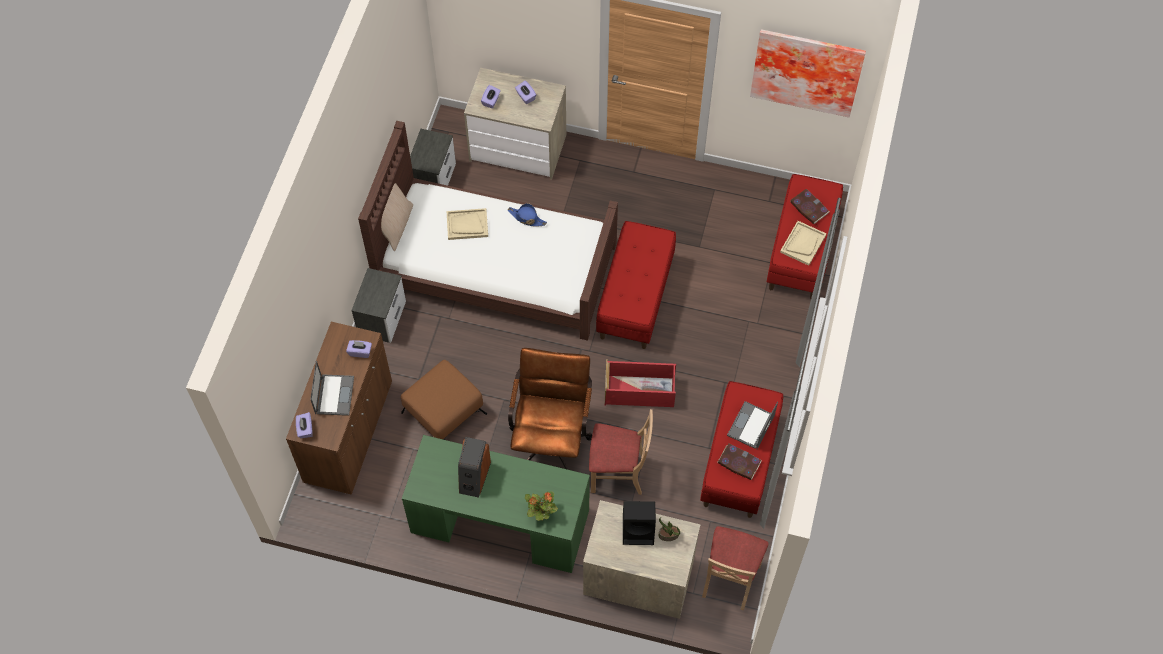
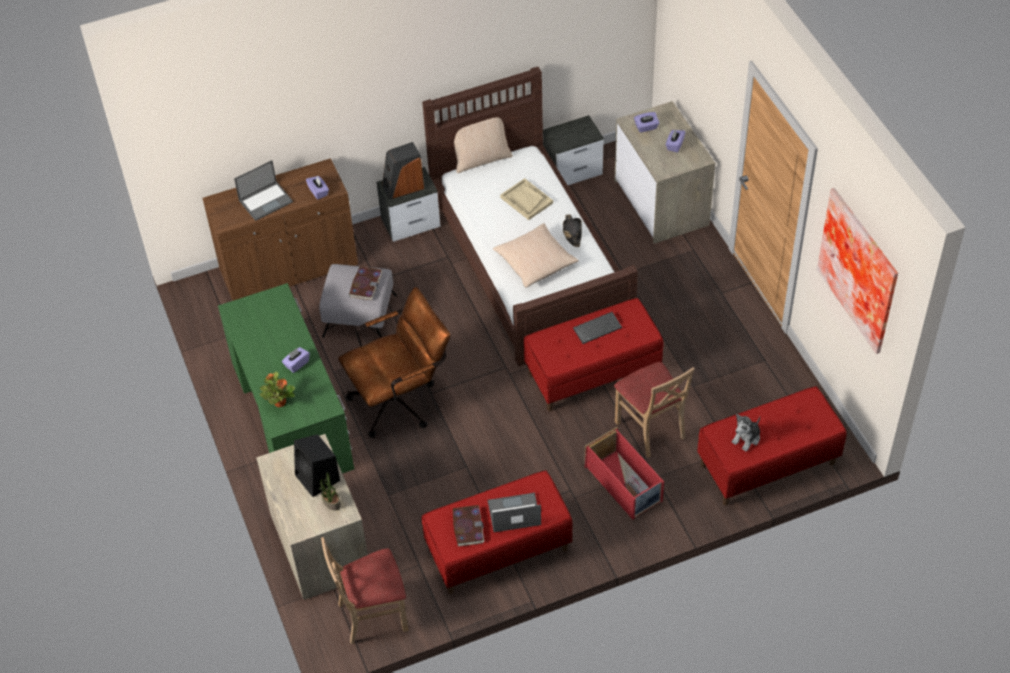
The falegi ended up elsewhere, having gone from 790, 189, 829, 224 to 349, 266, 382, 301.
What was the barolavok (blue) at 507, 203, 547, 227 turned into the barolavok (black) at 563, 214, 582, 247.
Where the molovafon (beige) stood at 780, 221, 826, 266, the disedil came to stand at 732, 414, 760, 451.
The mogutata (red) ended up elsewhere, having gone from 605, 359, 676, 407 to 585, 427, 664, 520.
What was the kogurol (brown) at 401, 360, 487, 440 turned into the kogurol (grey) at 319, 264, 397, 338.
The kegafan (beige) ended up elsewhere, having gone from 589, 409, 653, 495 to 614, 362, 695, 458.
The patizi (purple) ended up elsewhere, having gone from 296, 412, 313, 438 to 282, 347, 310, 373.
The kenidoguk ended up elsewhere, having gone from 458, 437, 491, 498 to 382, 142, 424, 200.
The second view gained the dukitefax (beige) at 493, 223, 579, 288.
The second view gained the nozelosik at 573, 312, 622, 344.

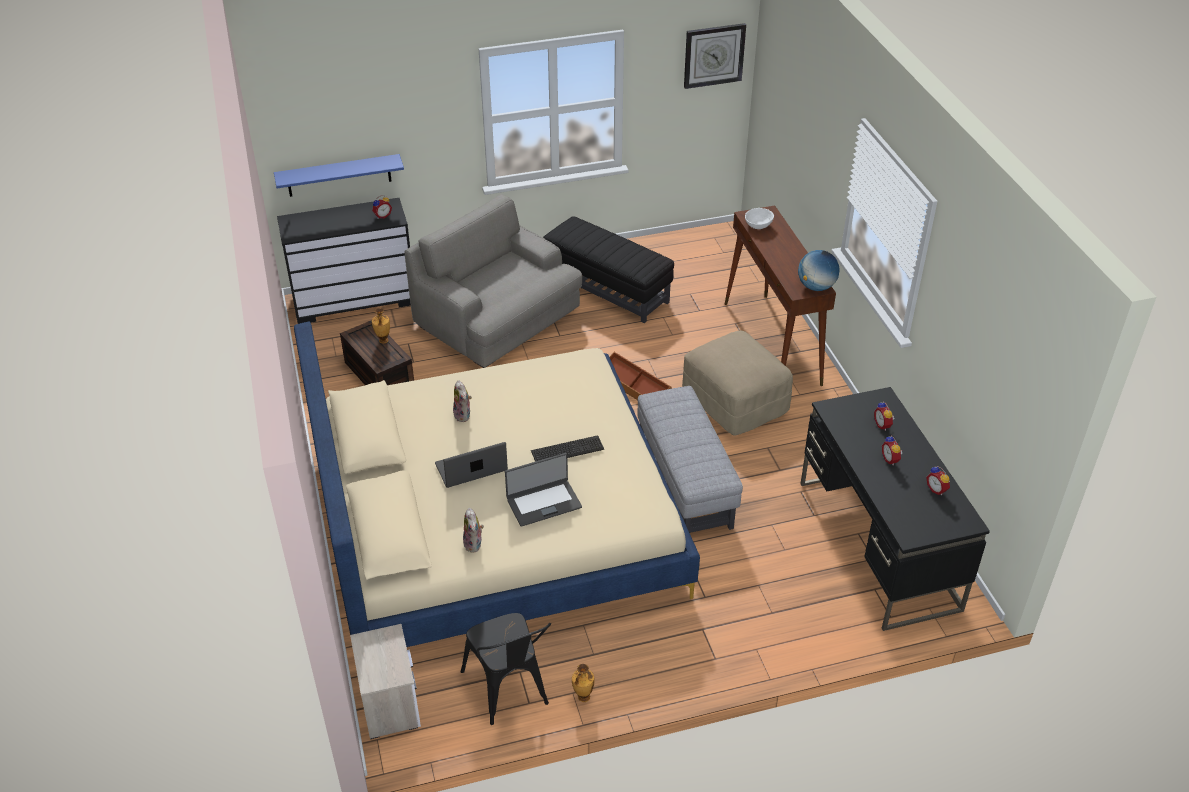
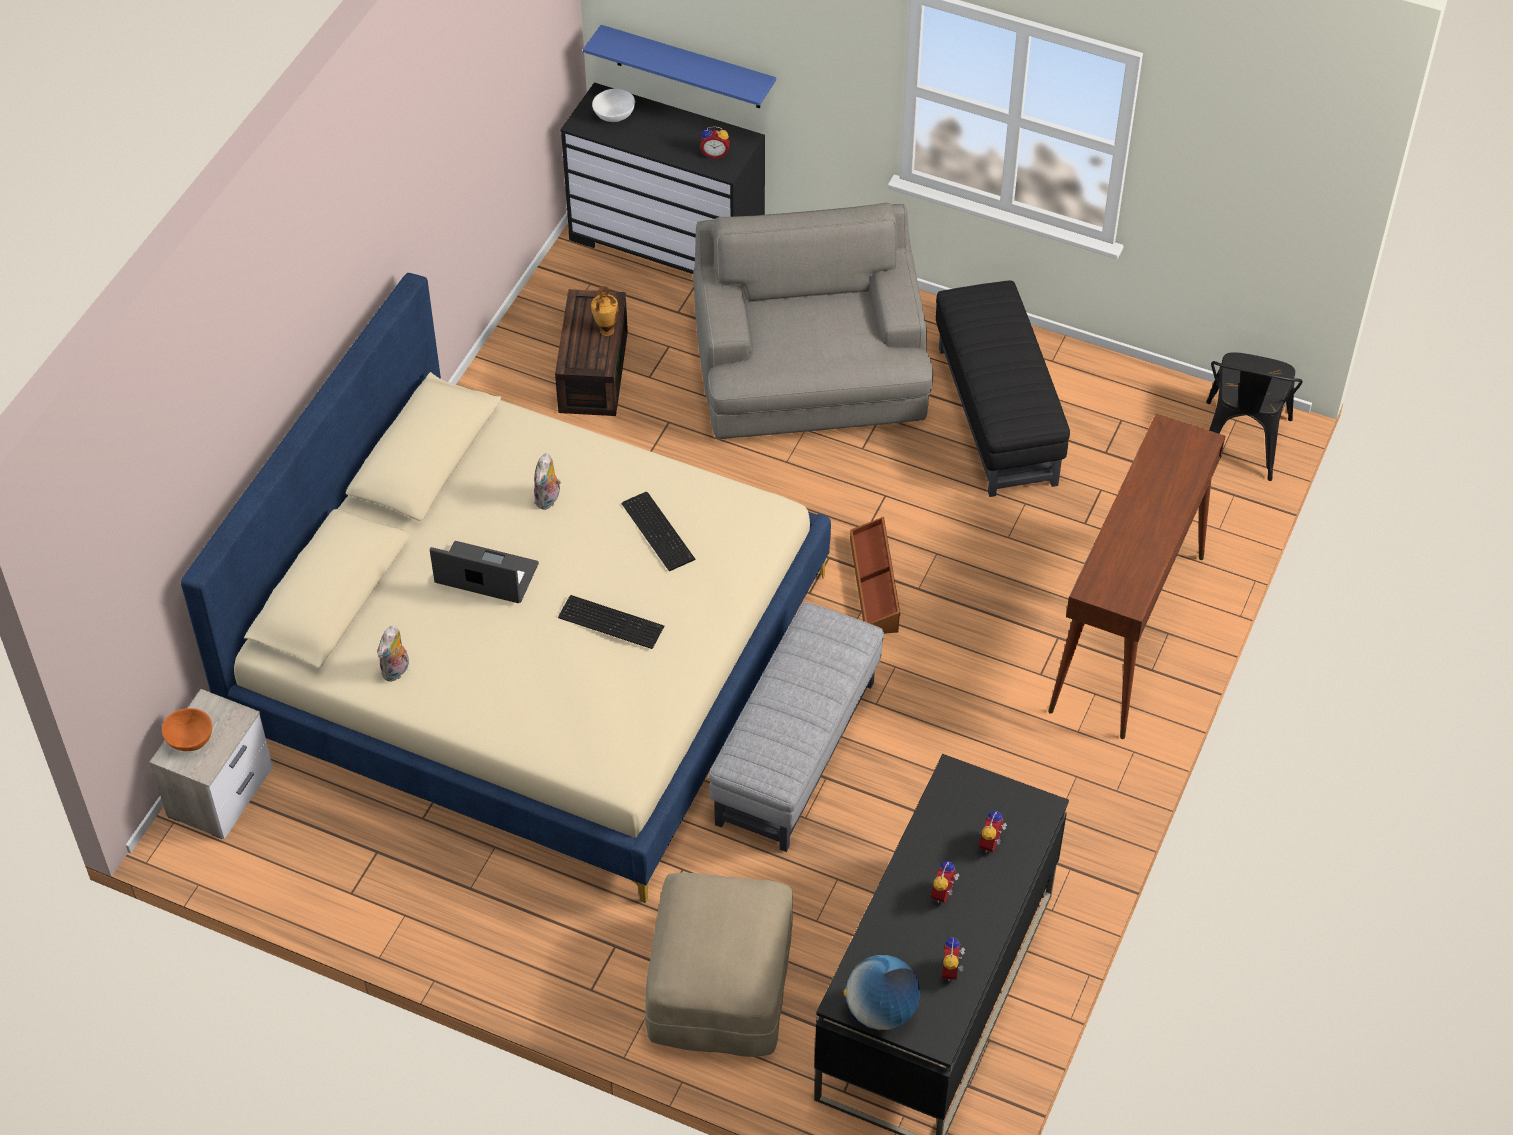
The second view lost the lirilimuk at 684, 23, 746, 89.
The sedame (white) ended up elsewhere, having gone from 745, 208, 774, 229 to 592, 89, 635, 122.
The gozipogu ended up elsewhere, having gone from 798, 250, 840, 291 to 843, 955, 920, 1030.
The kogurol (beige) ended up elsewhere, having gone from 682, 331, 793, 436 to 645, 873, 793, 1057.
The second view lost the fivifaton at 505, 453, 582, 527.
The kegafan (black) ended up elsewhere, having gone from 461, 613, 551, 725 to 1206, 352, 1303, 481.
The second view lost the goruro at 572, 664, 594, 702.
The second view gained the nozelosik at 621, 492, 695, 571.
The second view gained the sedame (orange) at 162, 708, 212, 751.

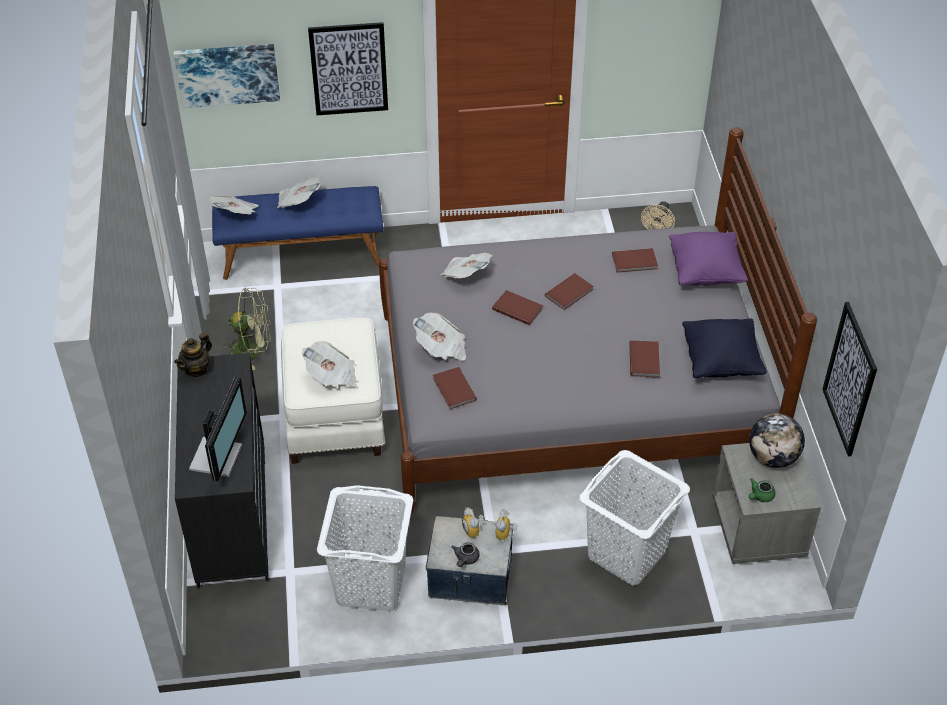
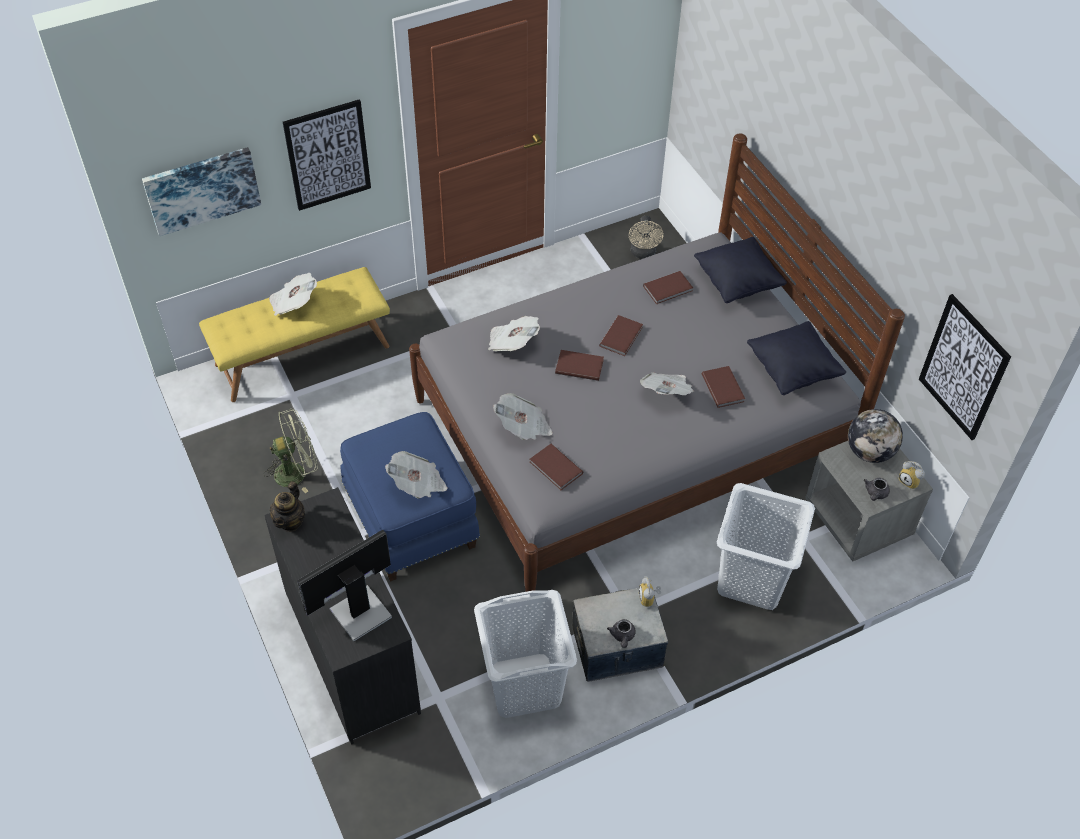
What was the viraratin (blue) at 212, 186, 383, 280 turned into the viraratin (yellow) at 199, 267, 390, 402.
The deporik ended up elsewhere, having gone from 208, 196, 259, 215 to 640, 372, 694, 395.
What was the dukitefax (purple) at 669, 232, 748, 286 turned into the dukitefax (black) at 694, 237, 787, 303.
What was the kogurol (white) at 281, 318, 385, 464 turned into the kogurol (blue) at 340, 412, 480, 582.
The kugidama at 189, 377, 247, 481 ended up facing another way, 120 degrees counterclockwise from before.
What was the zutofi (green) at 749, 478, 776, 502 turned into the zutofi (grey) at 864, 478, 890, 501.
The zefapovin ended up elsewhere, having gone from 462, 507, 484, 537 to 899, 461, 925, 489.

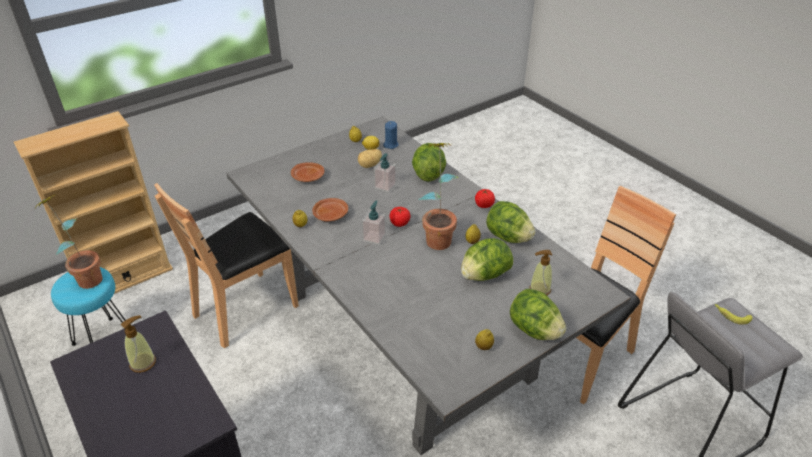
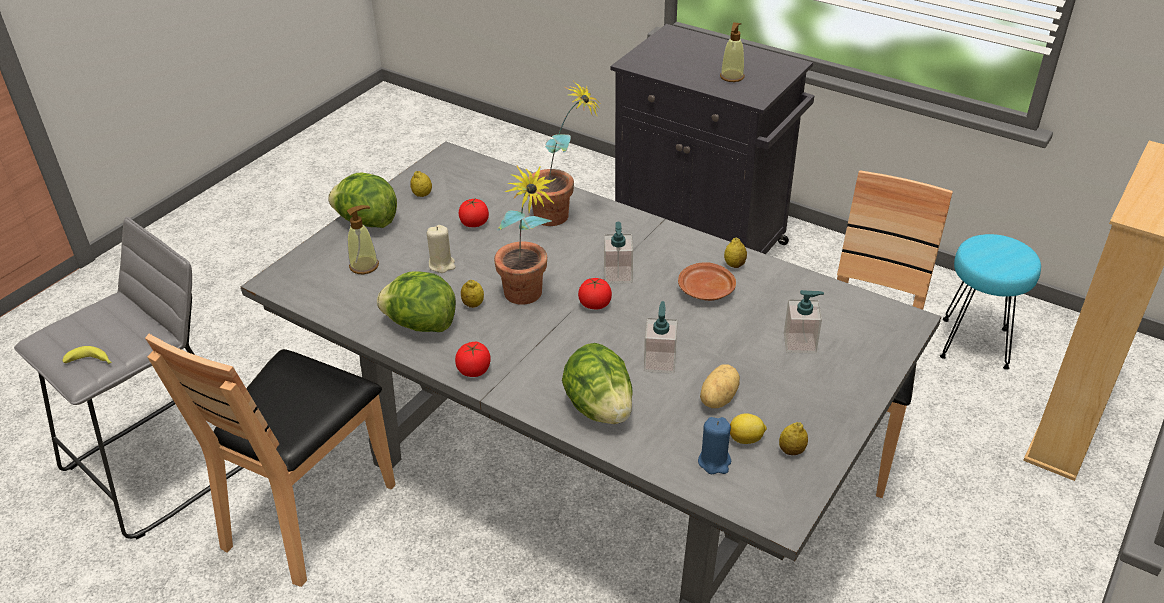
Where the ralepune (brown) stood at 291, 162, 324, 182, the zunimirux came to stand at 784, 290, 824, 353.
The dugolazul ended up elsewhere, having gone from 32, 195, 102, 289 to 526, 81, 600, 226.
Where the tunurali stood at 461, 238, 513, 281, the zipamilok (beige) came to stand at 427, 225, 456, 273.
The second view gained the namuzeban at 459, 199, 489, 227.

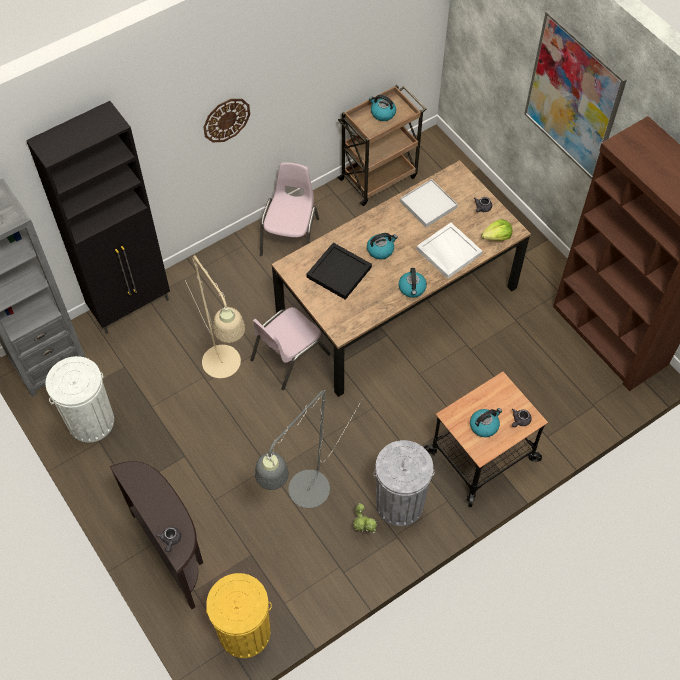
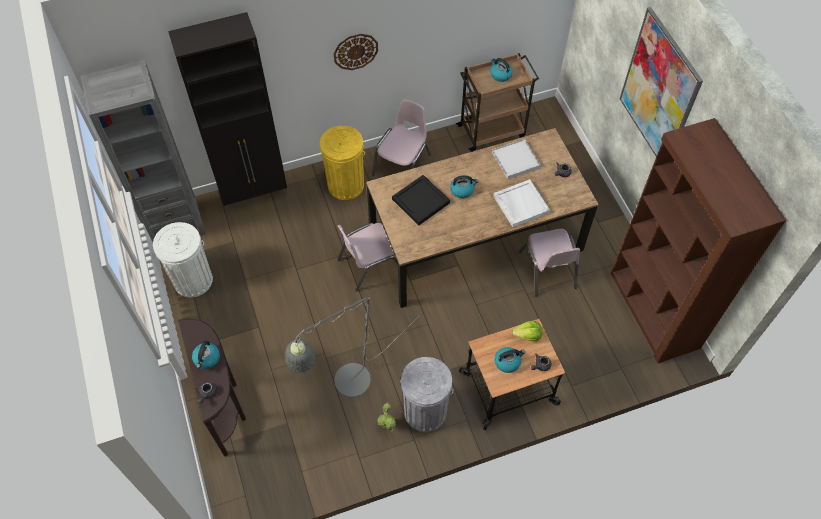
The tunurali ended up elsewhere, having gone from 482, 219, 512, 241 to 512, 321, 543, 341.
The second view lost the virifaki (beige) at 185, 255, 245, 378.
The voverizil ended up elsewhere, having gone from 398, 268, 427, 298 to 192, 340, 220, 369.
The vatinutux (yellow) ended up elsewhere, having gone from 206, 573, 272, 658 to 320, 125, 365, 200.
The second view gained the kegafan (pink) at 519, 229, 580, 297.

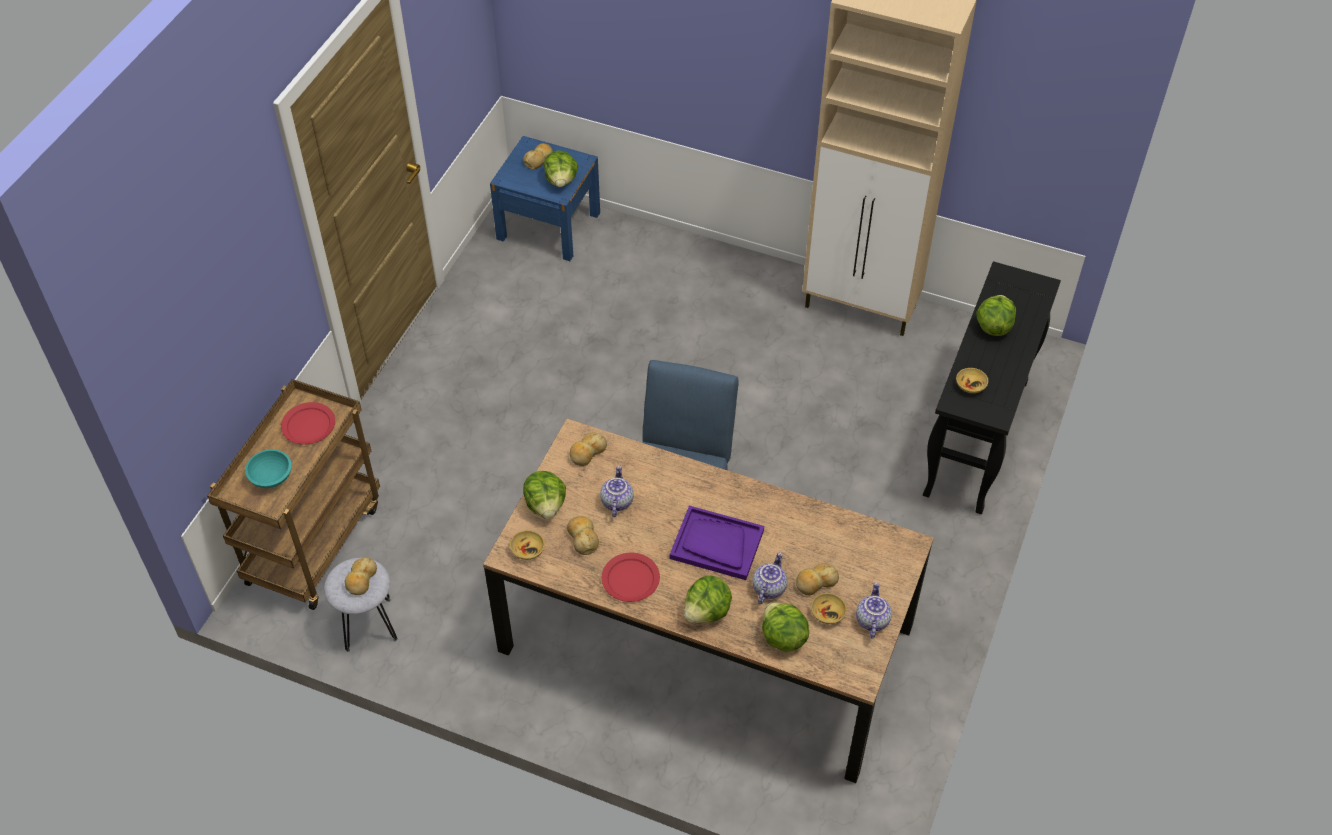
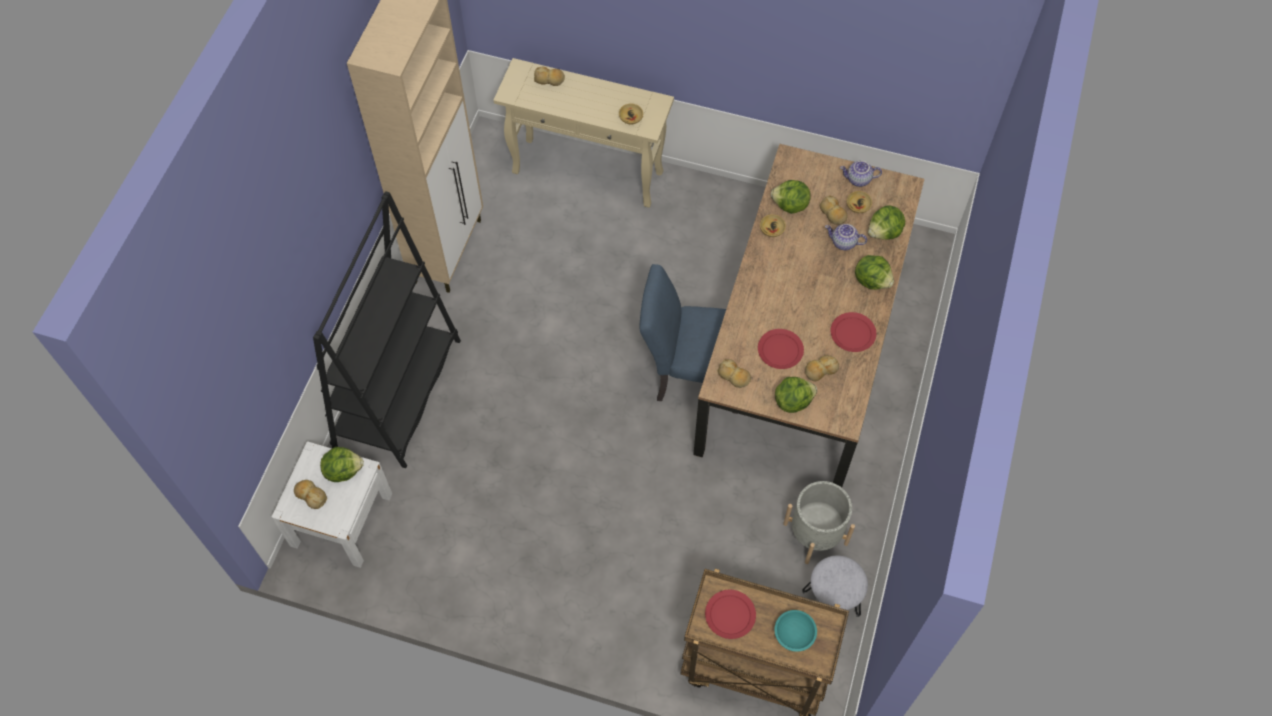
What was the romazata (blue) at 490, 136, 600, 261 turned into the romazata (white) at 271, 441, 392, 568.
What was the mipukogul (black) at 923, 261, 1061, 514 turned into the mipukogul (beige) at 494, 58, 674, 208.
The tunurali ended up elsewhere, having gone from 976, 295, 1016, 336 to 771, 180, 811, 214.
Where the zutofi stood at 600, 465, 634, 517, the ralepune (red) came to stand at 758, 329, 804, 369.
The second view lost the molovafon (purple) at 670, 506, 764, 580.
The sedame (beige) ended up elsewhere, having gone from 510, 530, 545, 560 to 760, 214, 786, 237.
The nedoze ended up elsewhere, having gone from 345, 558, 377, 595 to 534, 67, 565, 86.
The second view gained the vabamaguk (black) at 313, 192, 461, 468.
The second view gained the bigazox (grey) at 783, 481, 855, 564.

